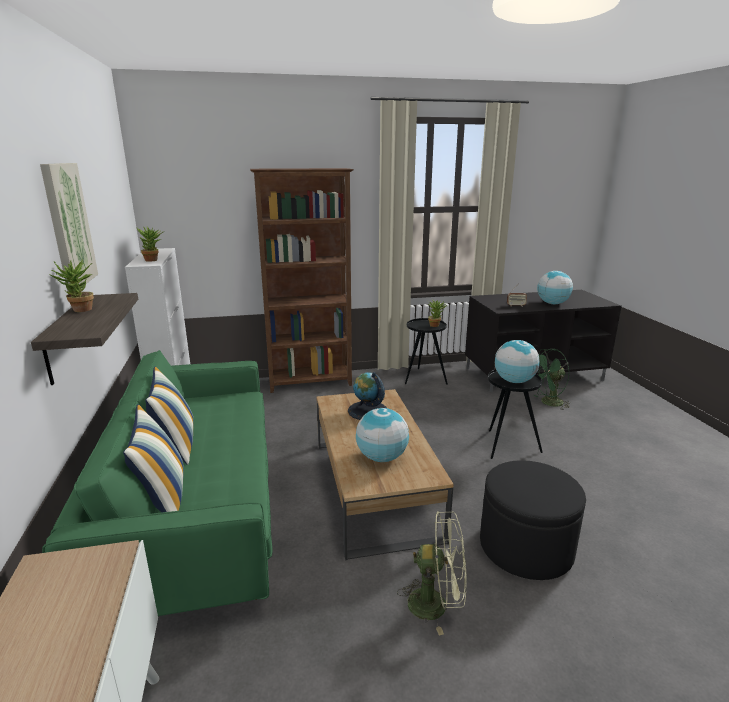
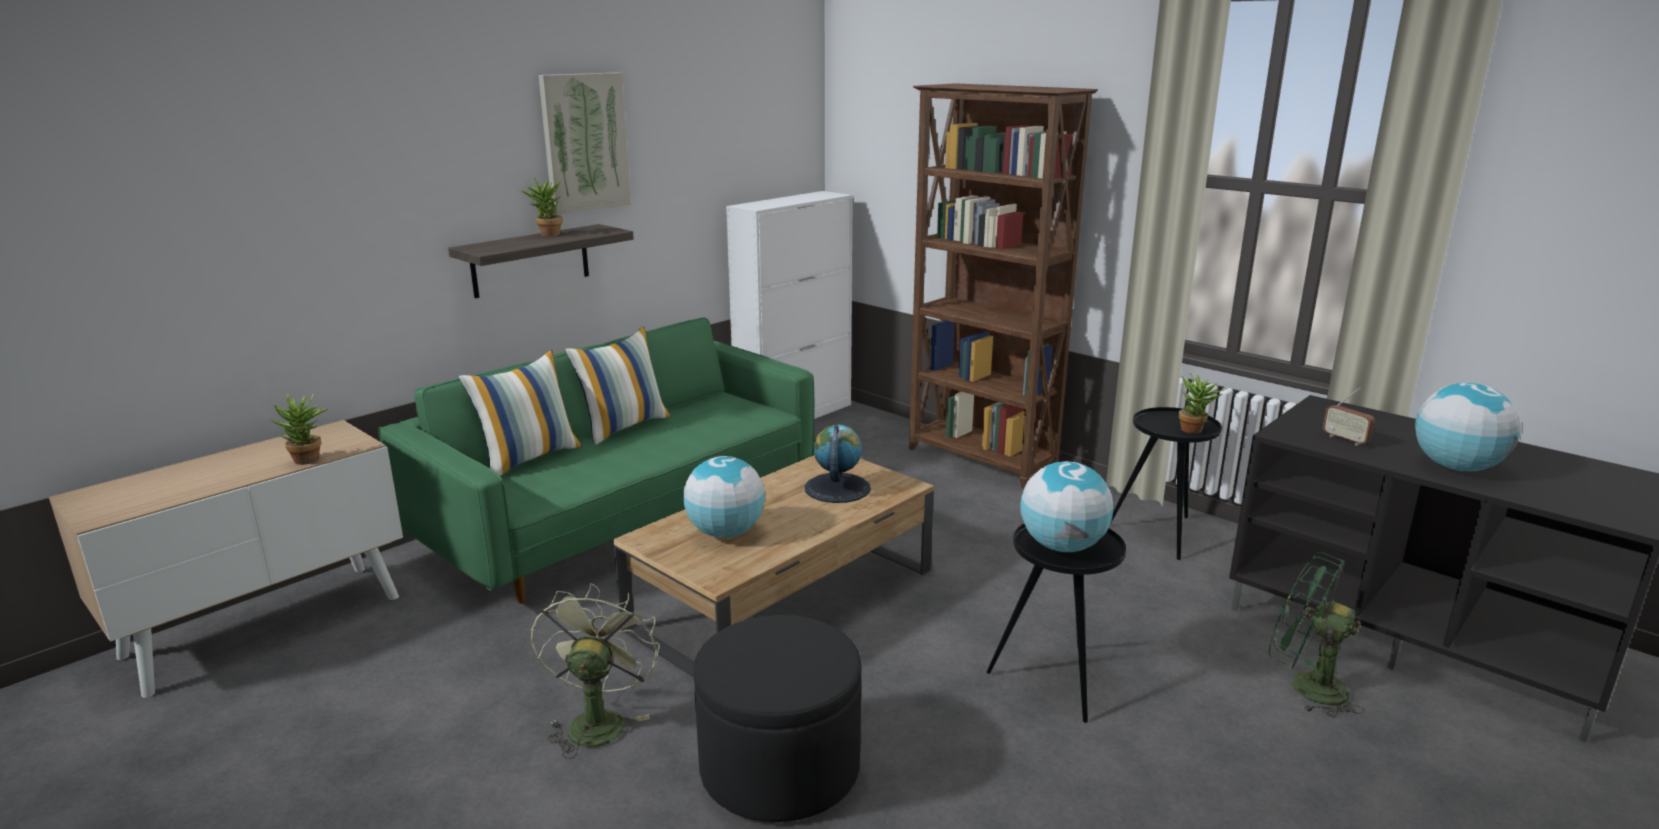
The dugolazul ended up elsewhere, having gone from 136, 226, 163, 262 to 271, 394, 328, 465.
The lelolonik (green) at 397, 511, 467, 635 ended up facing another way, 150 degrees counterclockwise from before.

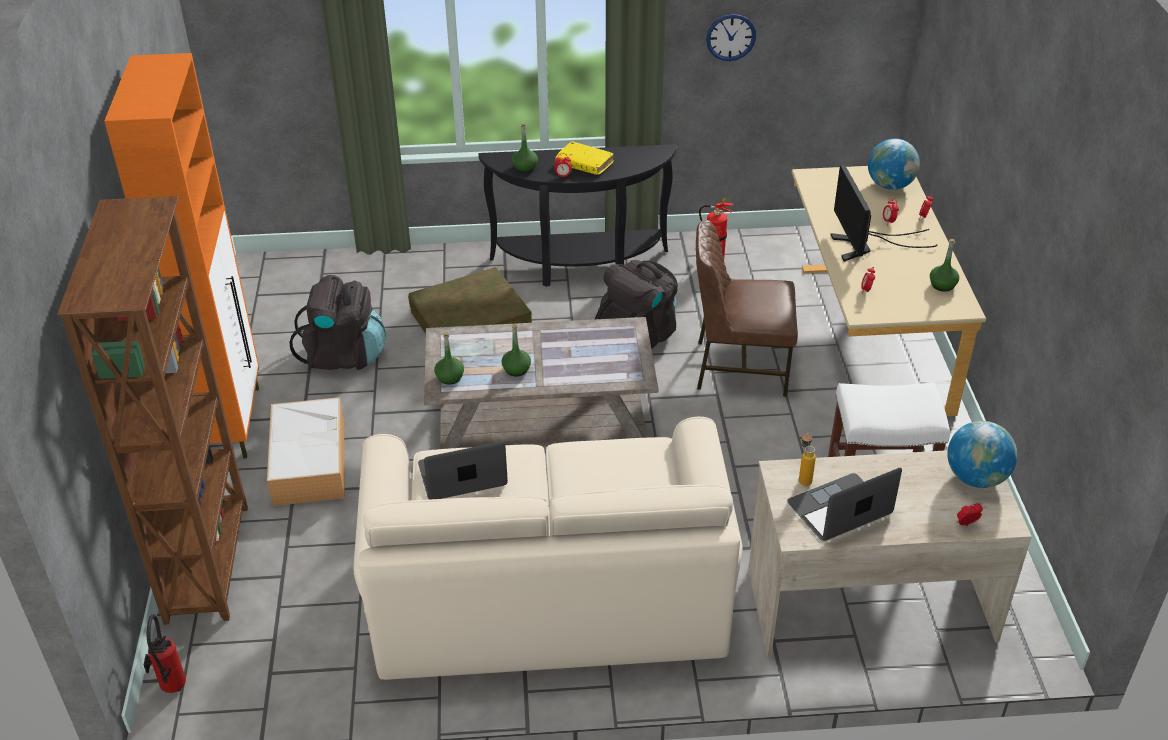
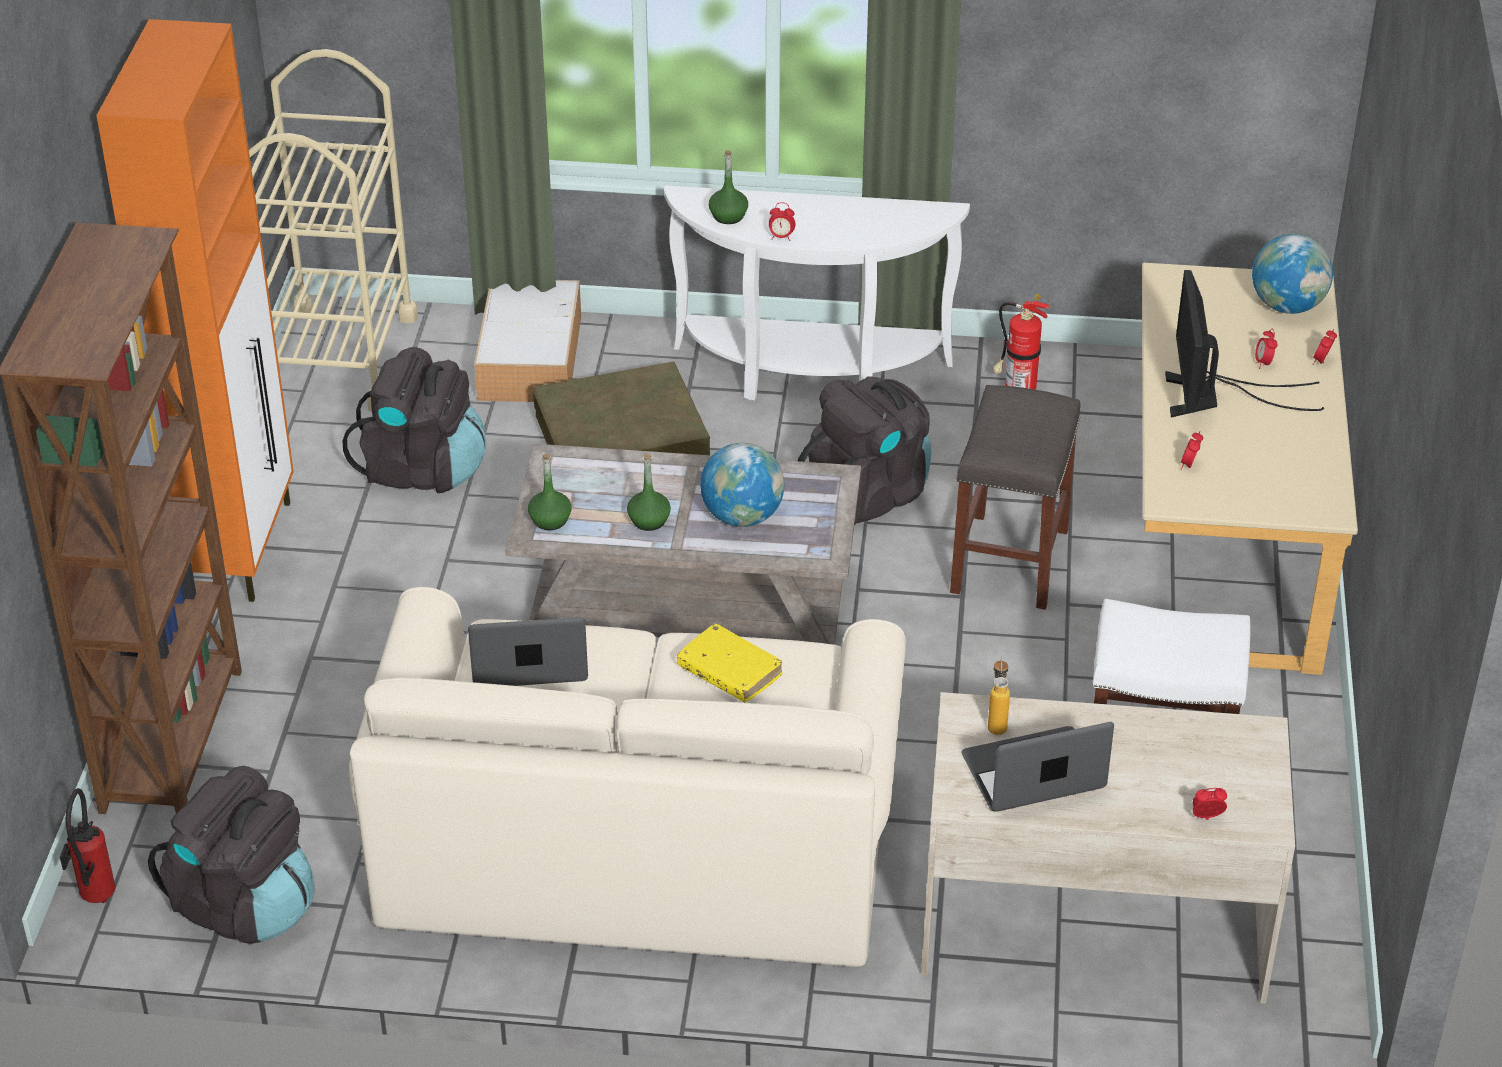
The second view lost the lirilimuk at 706, 14, 756, 61.
The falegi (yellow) ended up elsewhere, having gone from 555, 141, 614, 175 to 677, 623, 783, 703.
What was the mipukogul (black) at 478, 144, 676, 287 turned into the mipukogul (white) at 664, 185, 970, 400.
Where the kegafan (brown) stood at 696, 220, 798, 397, the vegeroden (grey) came to stand at 950, 385, 1081, 610.
The second view lost the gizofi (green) at 930, 239, 959, 292.
The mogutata ended up elsewhere, having gone from 267, 397, 345, 506 to 474, 280, 581, 402.
The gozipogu ended up elsewhere, having gone from 947, 421, 1017, 488 to 700, 443, 785, 527.
The second view gained the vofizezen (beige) at 249, 49, 418, 412.
The second view gained the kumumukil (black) at 148, 766, 315, 944.

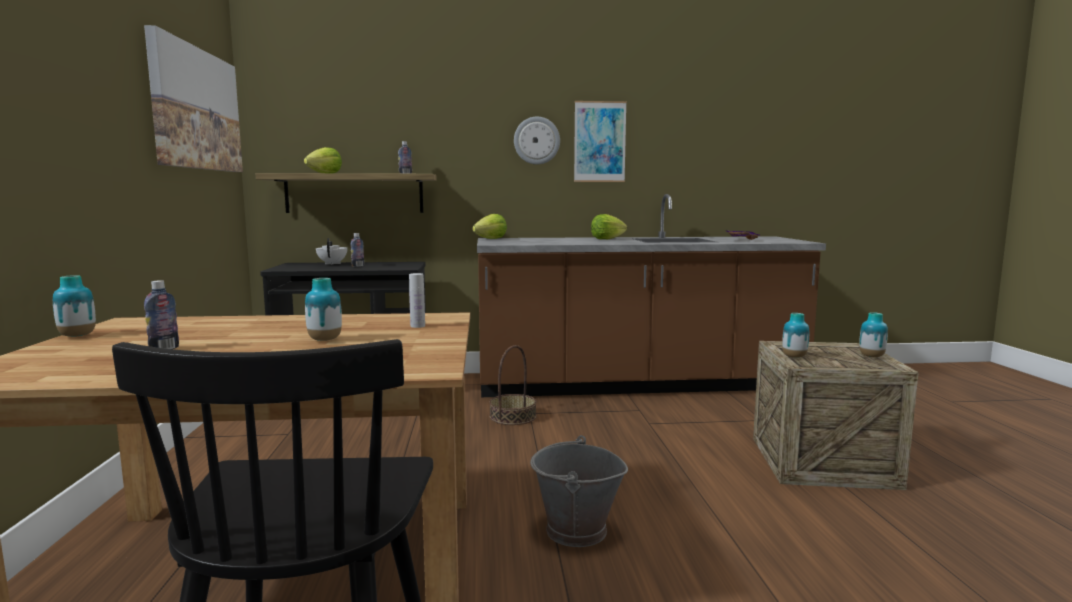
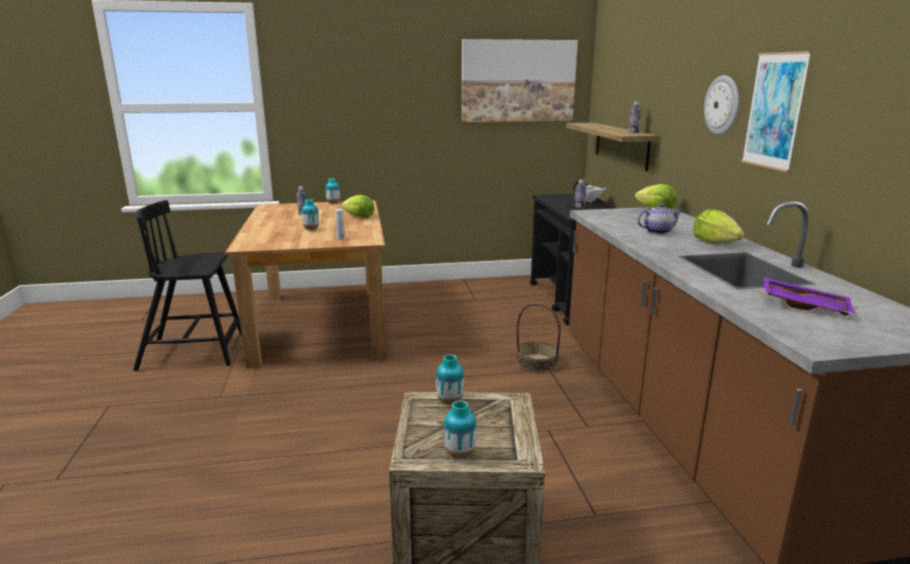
The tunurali ended up elsewhere, having gone from 304, 147, 342, 173 to 341, 195, 375, 218.
The second view lost the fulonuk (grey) at 530, 435, 628, 547.
The second view gained the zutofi at 637, 203, 682, 234.

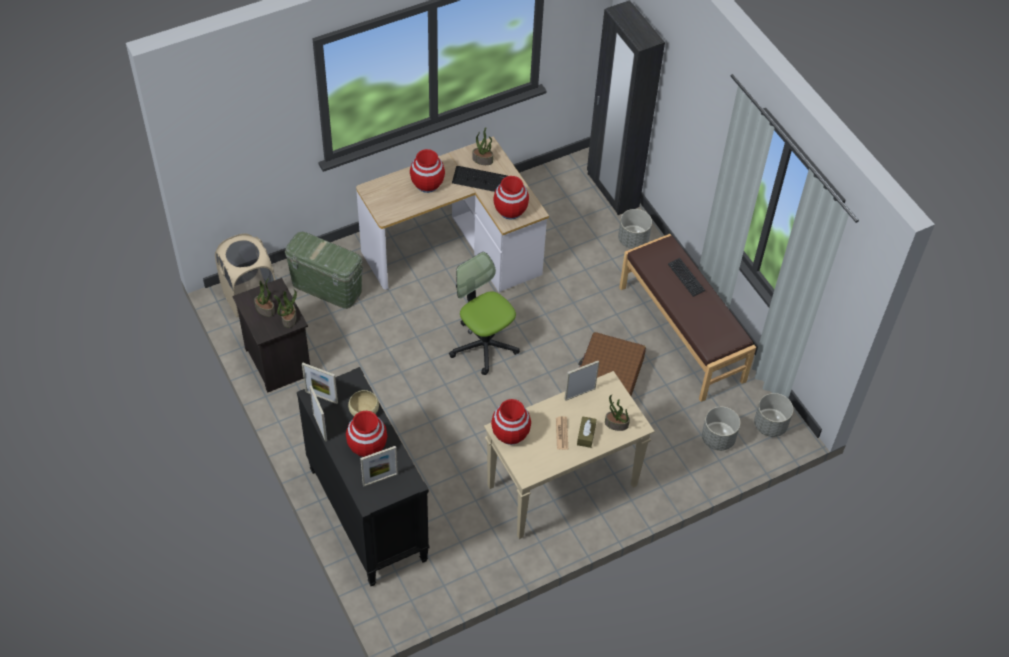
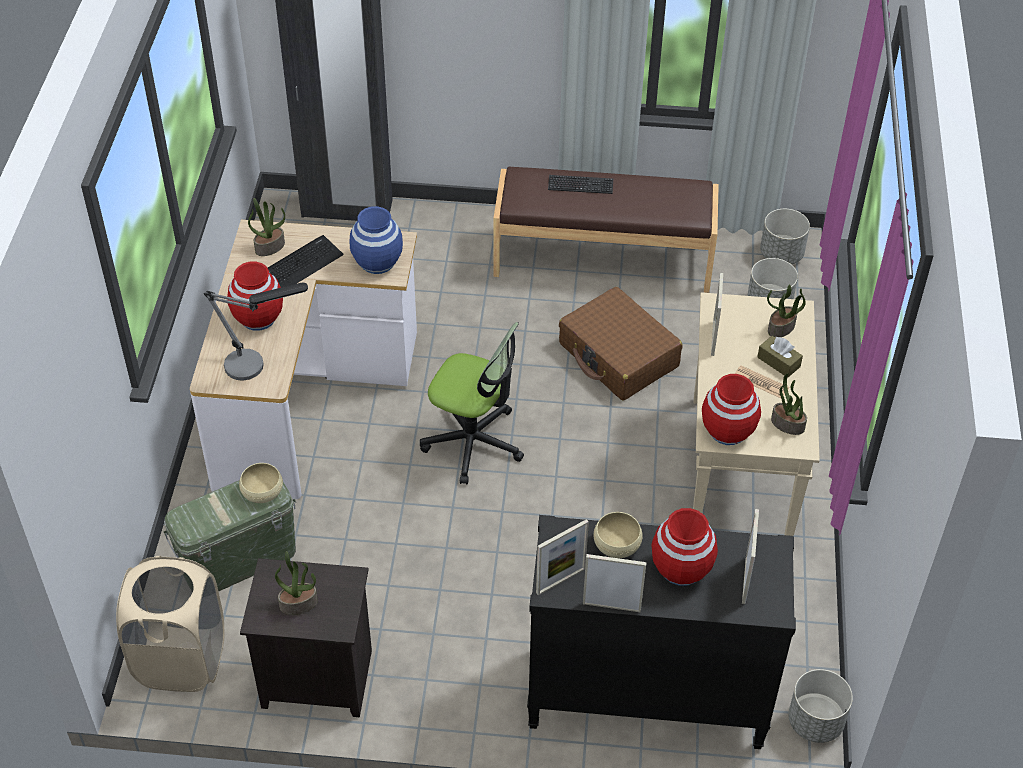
What was the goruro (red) at 493, 176, 529, 220 turned into the goruro (blue) at 350, 206, 403, 274.
The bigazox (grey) ended up elsewhere, having gone from 618, 209, 652, 249 to 788, 669, 853, 743.
The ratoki at 449, 252, 520, 375 ended up facing another way, 150 degrees counterclockwise from before.
The dugolazul ended up elsewhere, having gone from 274, 289, 297, 328 to 771, 373, 807, 435.
The second view gained the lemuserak at 204, 283, 308, 380.
The second view gained the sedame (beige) at 239, 463, 283, 503.

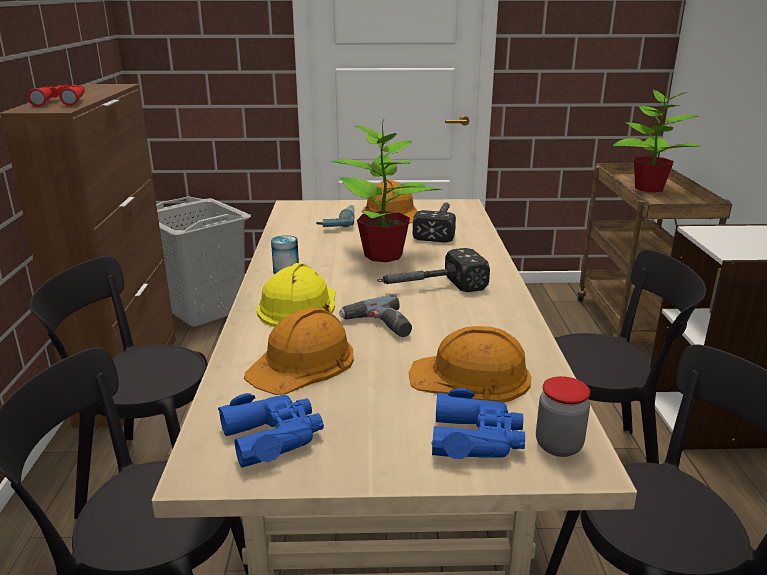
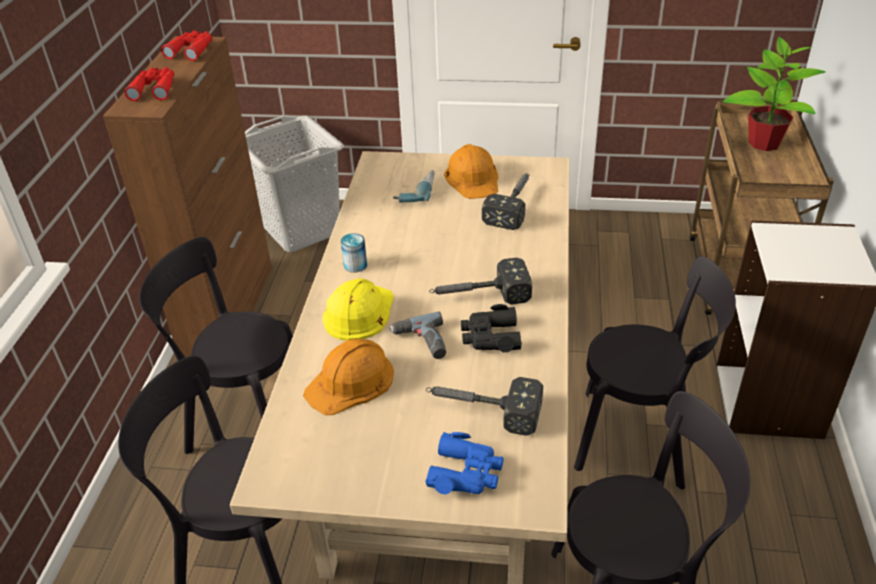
The second view lost the dugolazul at 332, 119, 442, 262.
Where the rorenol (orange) stood at 409, 326, 531, 403, the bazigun came to stand at 426, 377, 543, 436.
The second view lost the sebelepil at 536, 376, 590, 457.
The second view lost the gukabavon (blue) at 218, 393, 324, 468.
The second view gained the gukabavon (red) at 161, 30, 212, 61.
The second view gained the gukabavon (black) at 461, 304, 522, 352.

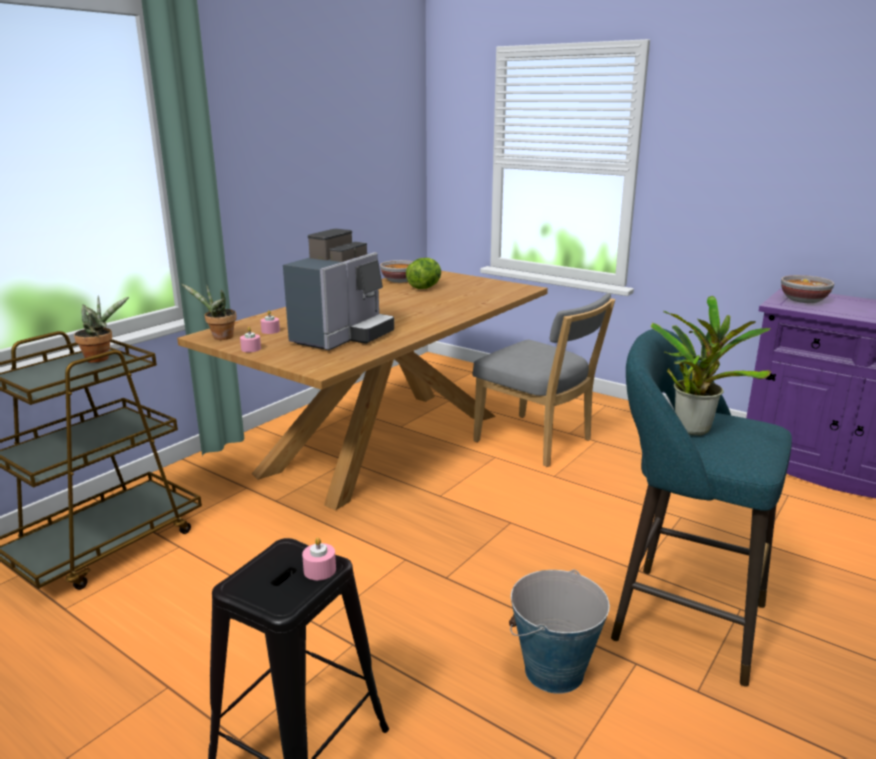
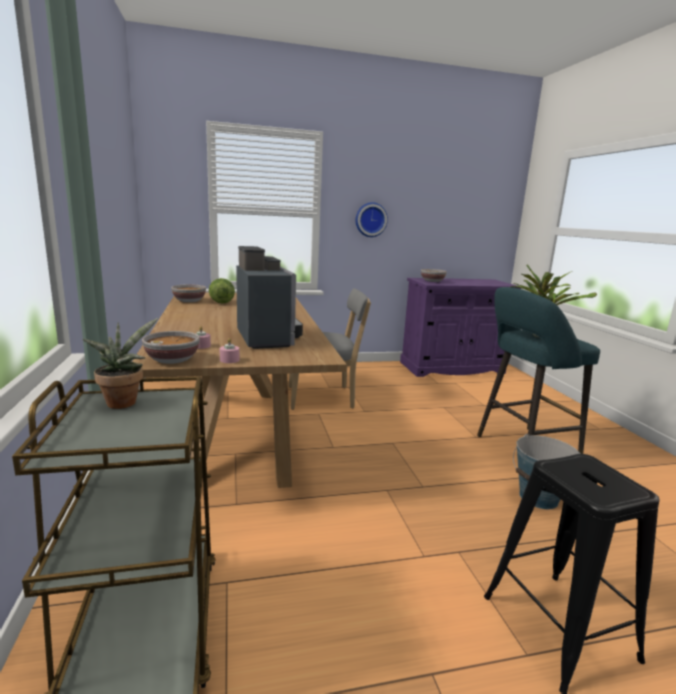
Where the dugolazul stood at 181, 283, 237, 340, the sedame came to stand at 142, 331, 200, 364.
The second view lost the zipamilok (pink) at 302, 537, 336, 580.
The second view gained the lirilimuk at 356, 202, 388, 237.

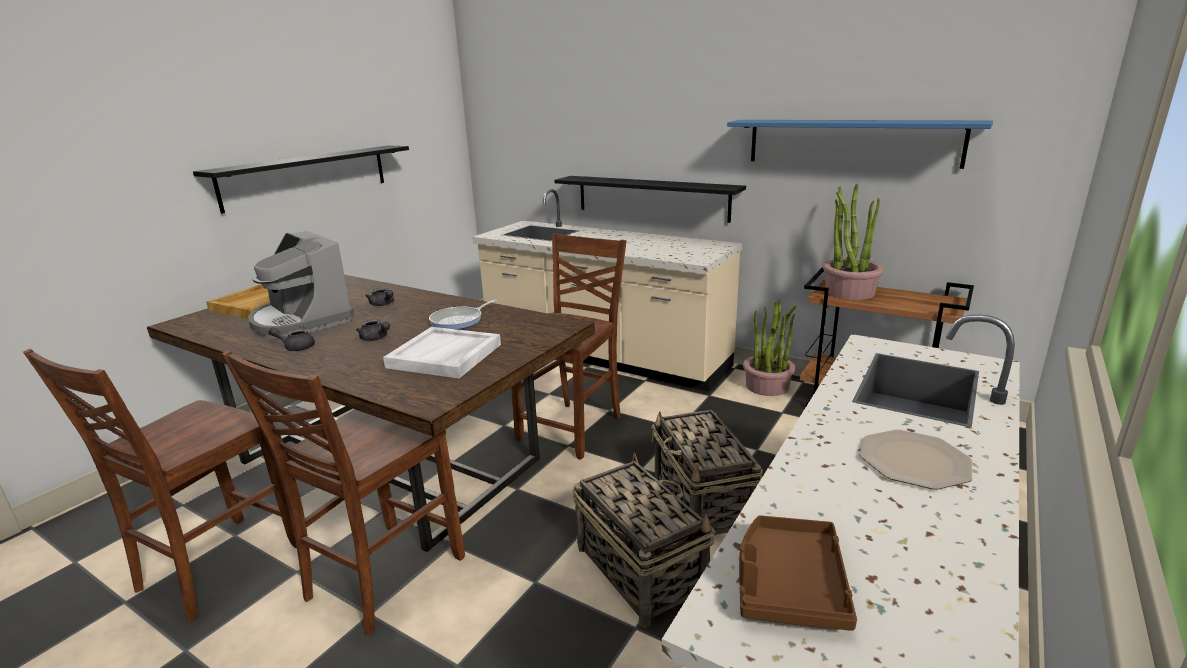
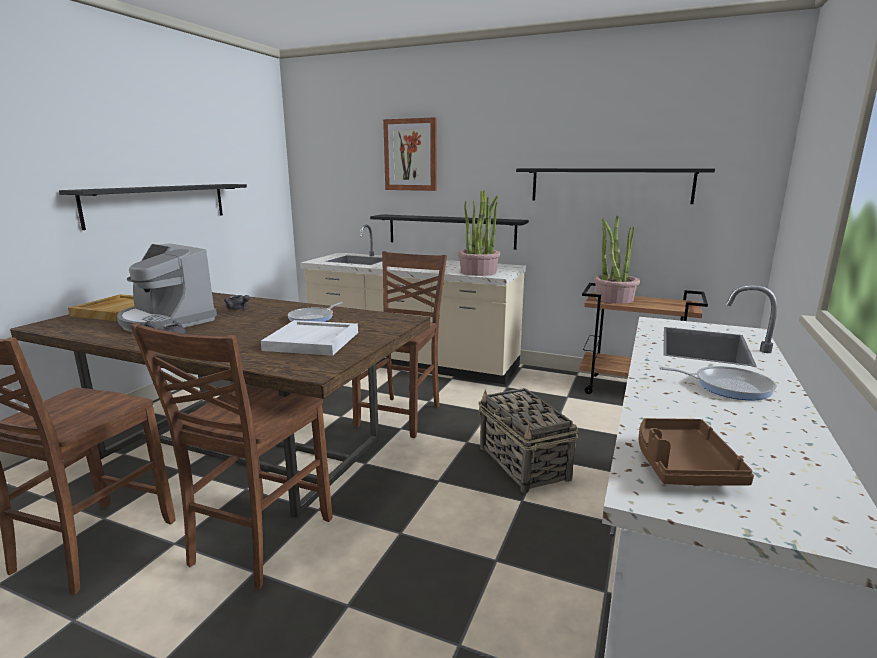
What was the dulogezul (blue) at 727, 120, 993, 169 turned into the dulogezul (black) at 516, 168, 715, 204.
The dugolazul ended up elsewhere, having gone from 743, 300, 796, 396 to 457, 191, 500, 276.
The second view lost the zutofi (grey) at 356, 319, 390, 341.
Where the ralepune stood at 859, 429, 972, 490, the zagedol came to stand at 659, 366, 777, 400.
The second view lost the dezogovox at 573, 453, 716, 628.
The second view gained the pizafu at 383, 117, 437, 191.

